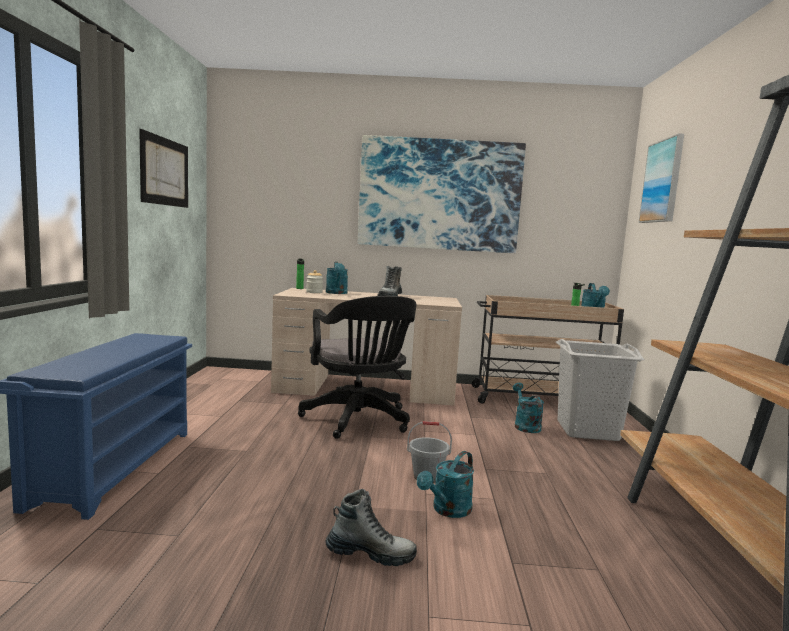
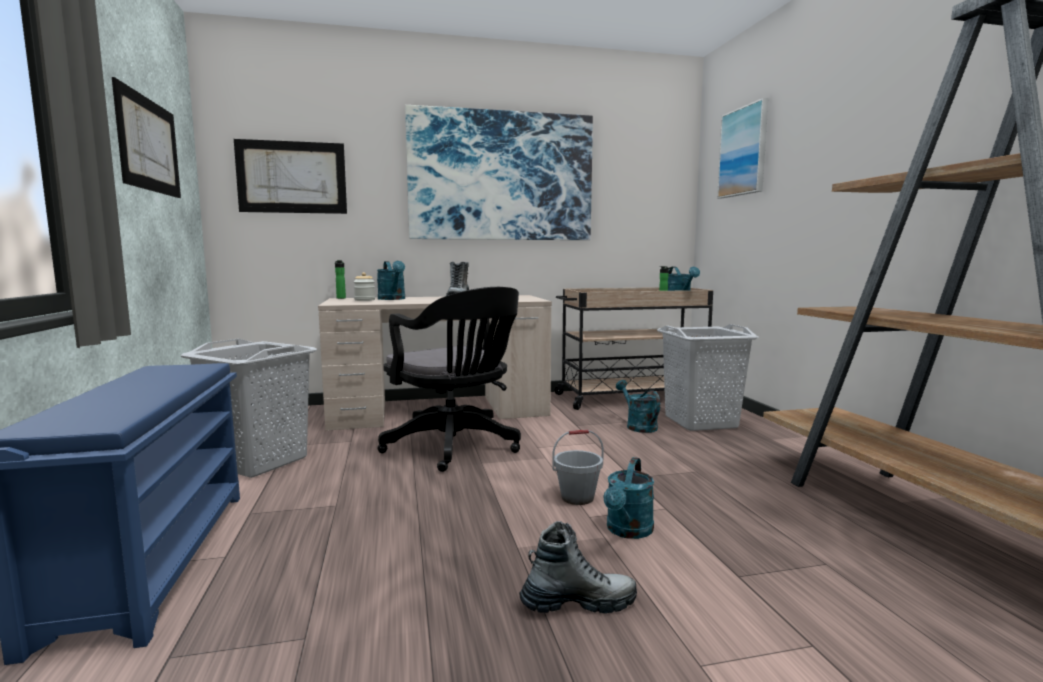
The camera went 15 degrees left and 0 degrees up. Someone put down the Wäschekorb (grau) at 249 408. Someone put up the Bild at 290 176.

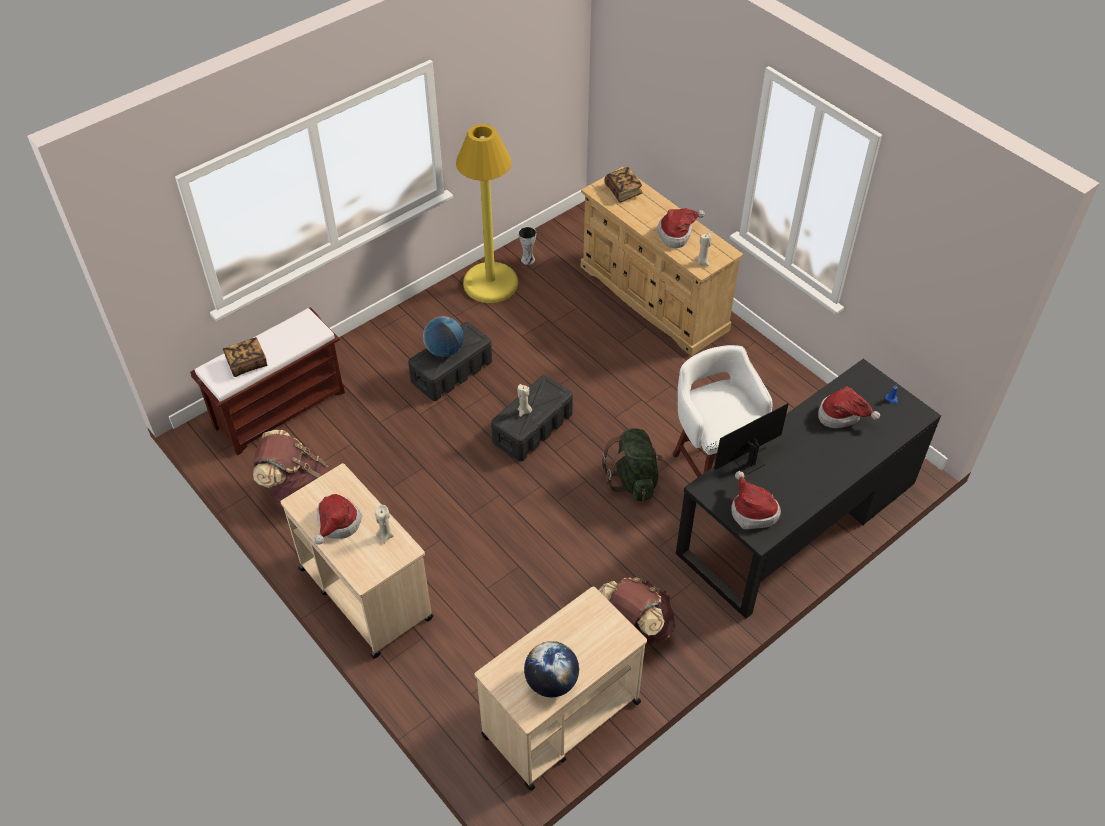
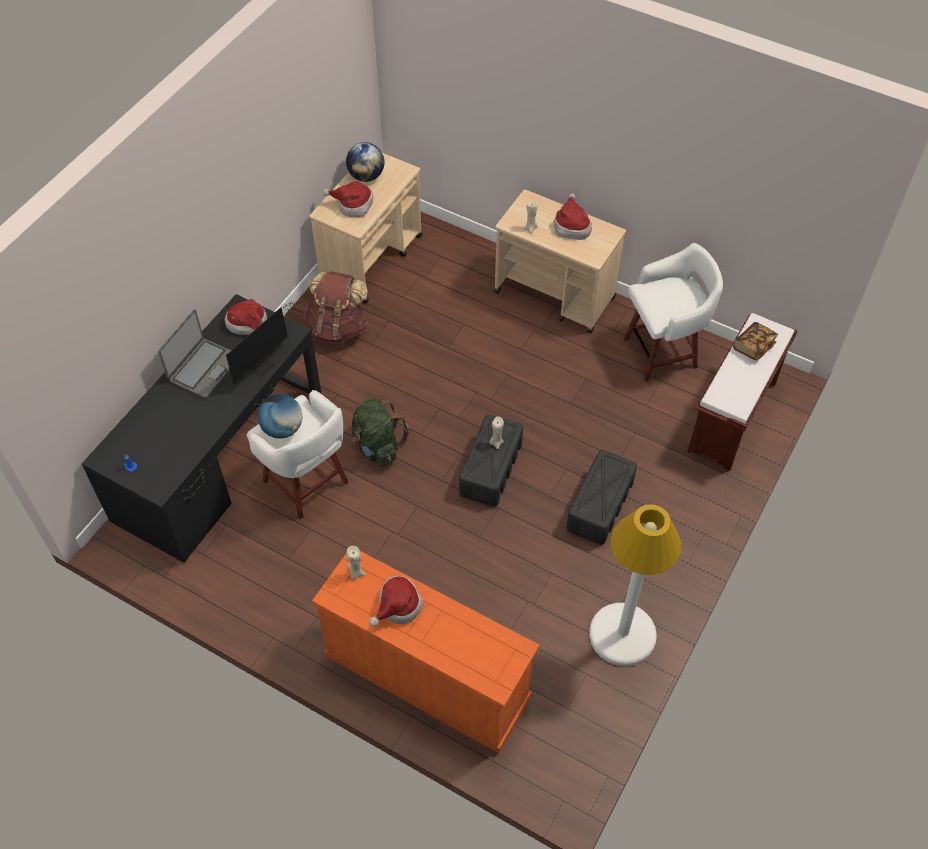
The camera went 160 degrees right and 5 degrees up. Someone swapped the Rucksack (braun) at 290 469 for the Hocker (weiß) at 673 312. Someone carried the Globus from 443 336 to 280 416. Someone repainted the Stehlampe (gelb) at 487 213, which became the Stehlampe (weiß) at 635 585. Someone took away the Vase at 527 246. Someone repainted the Kommode (beige) at 662 261, which became the Kommode (orange) at 426 652. Someone took away the Buch at 624 184. Someone carried the Hut from 849 407 to 347 199. Someone put down the Laptop at 194 354.

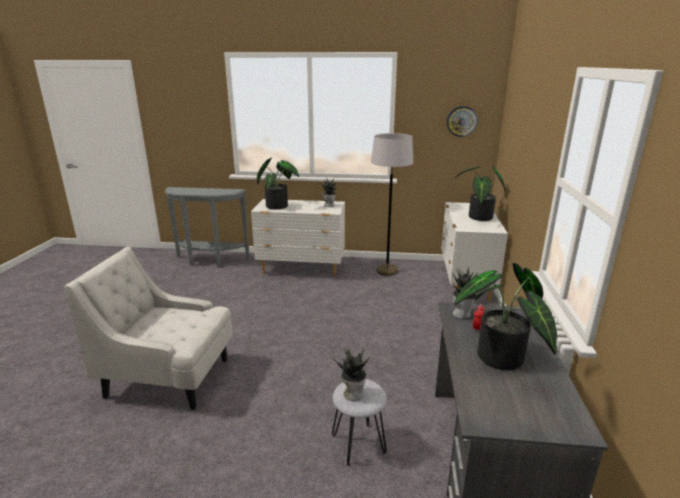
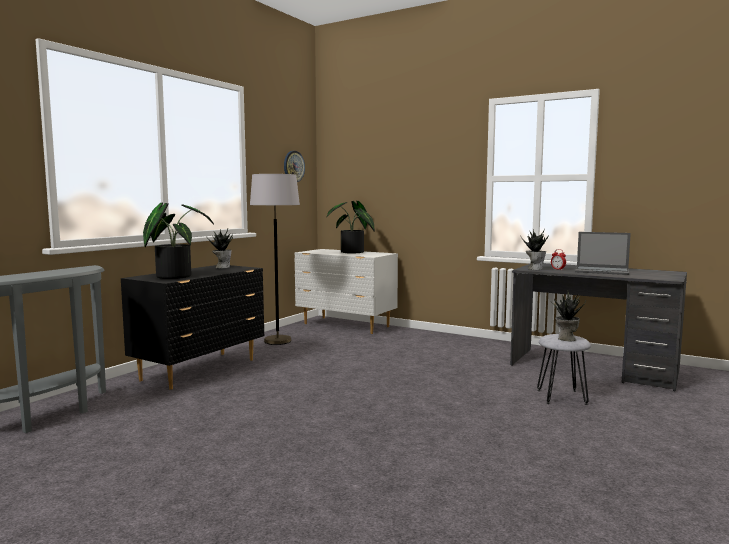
The camera went 65 degrees left and 15 degrees down. Someone took away the Sessel (weiß) at 148 328. Someone repainted the Kommode (weiß) at 298 238, which became the Kommode (schwarz) at 193 327. Someone swapped the Topfpflanze at 505 316 for the Laptop at 603 253.

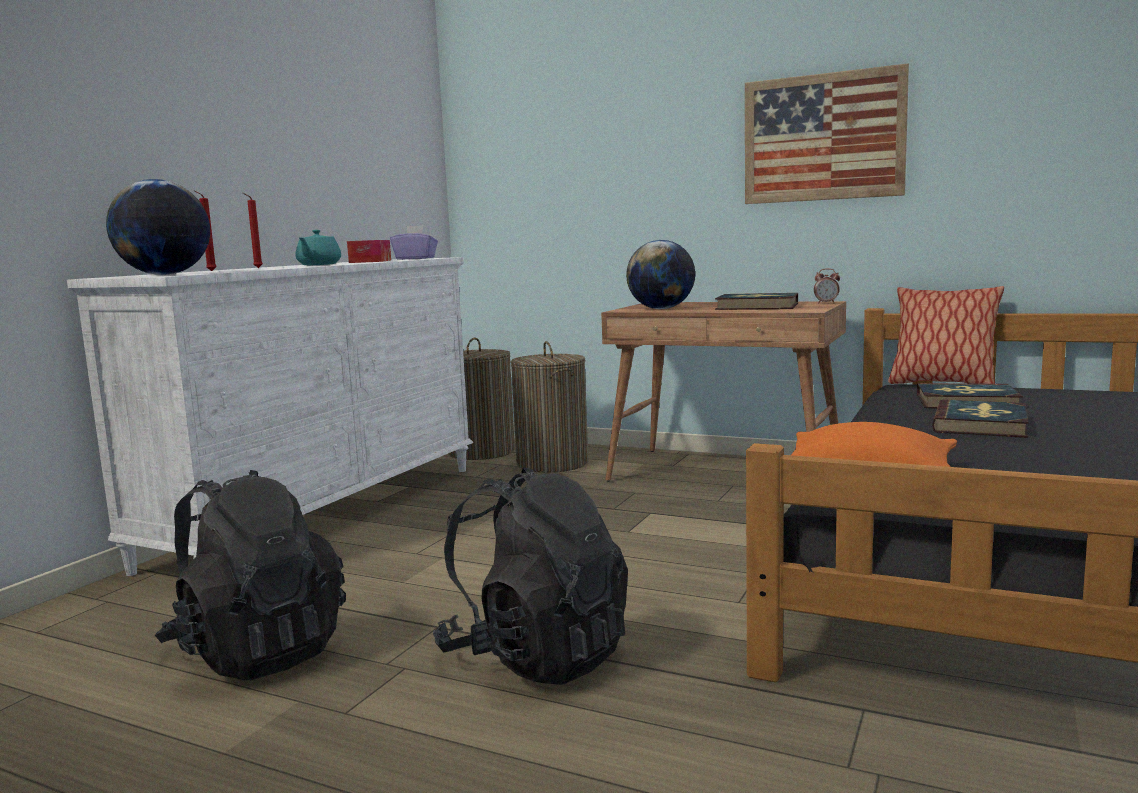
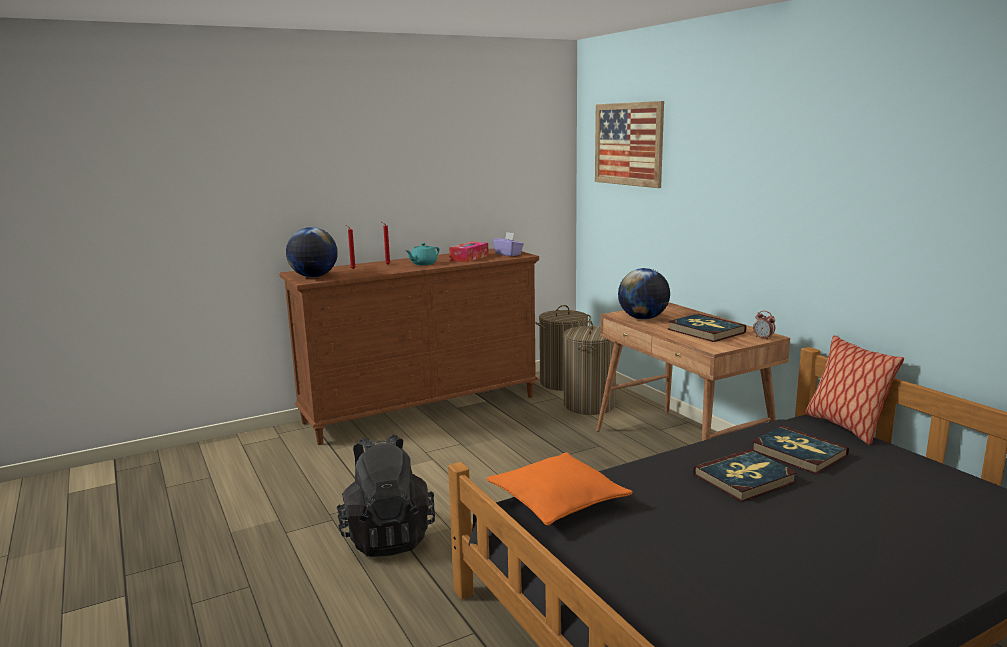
The camera went 35 degrees right and 5 degrees up. Someone repainted the Kommode (weiß) at 270 416, which became the Kommode (braun) at 409 346. Someone took away the Rucksack (schwarz) at 250 575. Someone carried the Bild from 827 134 to 629 144.

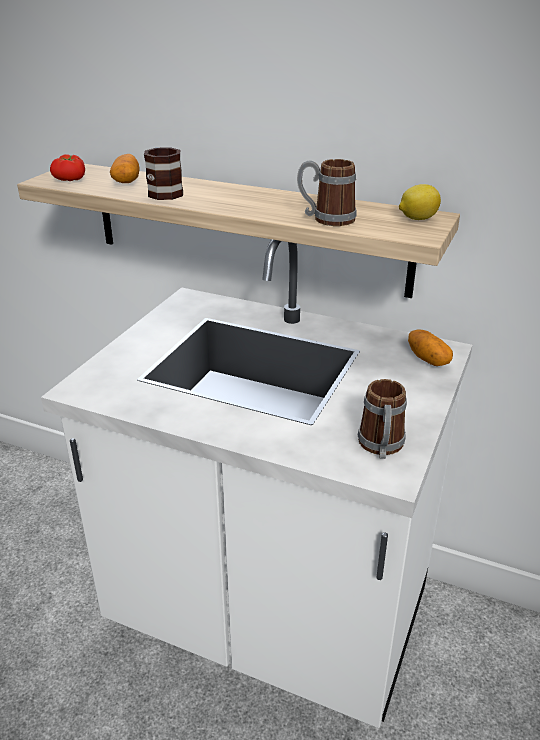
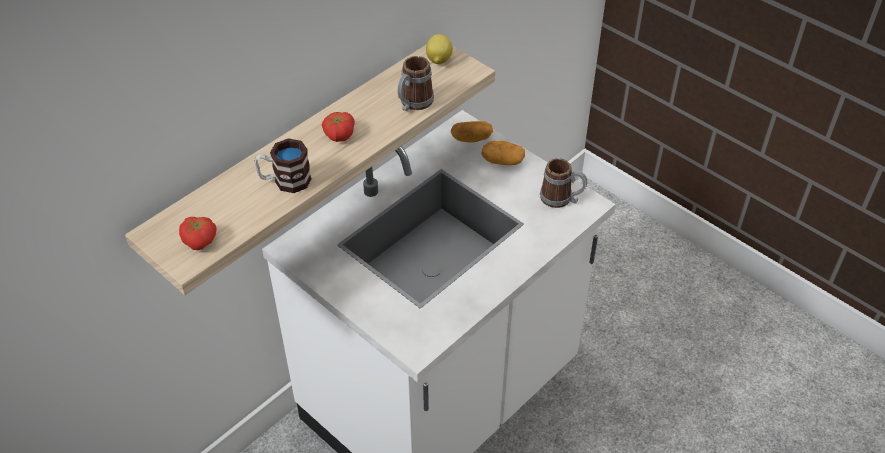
The camera went 70 degrees left and 15 degrees up. Someone carried the Kartoffel from 125 168 to 503 153. Someone put down the Tomate at 338 127.

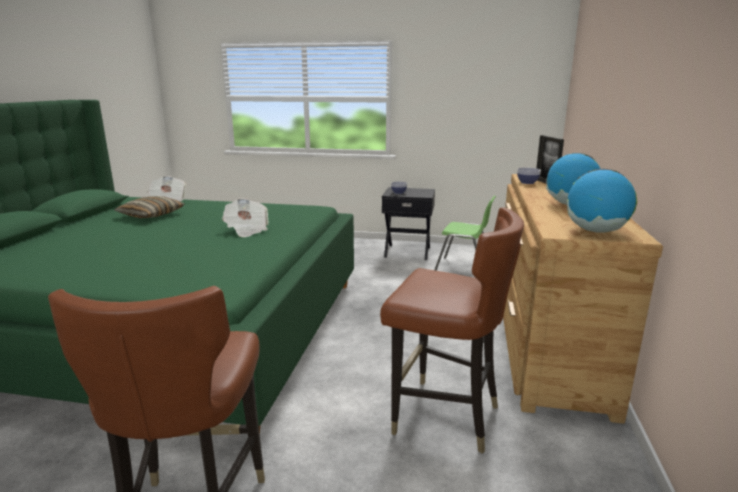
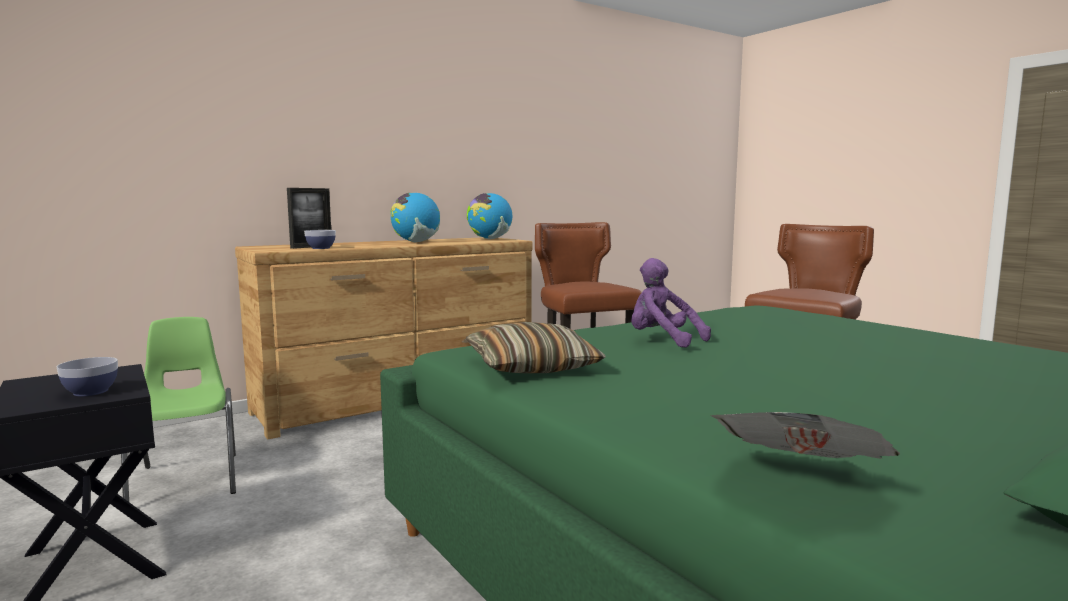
The camera went 135 degrees left and 10 degrees down. Someone carried the Kissen from 149 207 to 536 347. Someone swapped the Zeitung at 245 217 for the Plüschtier (lila) at 671 303.

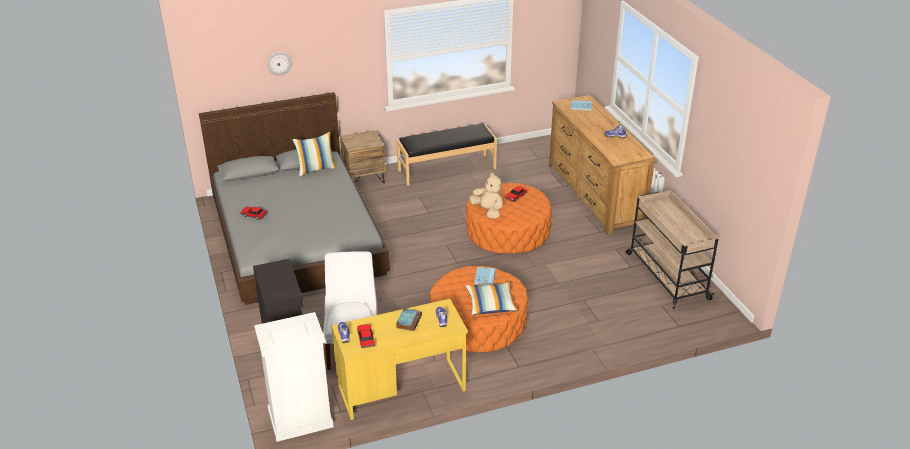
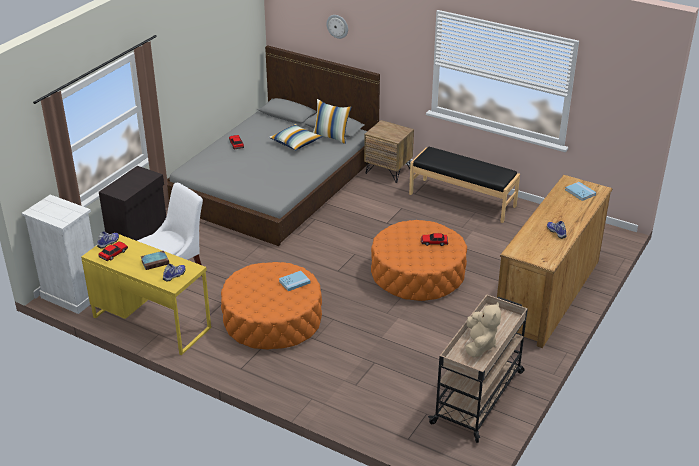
The camera went 50 degrees right and 0 degrees up. Someone carried the Kissen from 492 298 to 296 137. Someone carried the Plüschtier (beige) from 486 196 to 483 330.

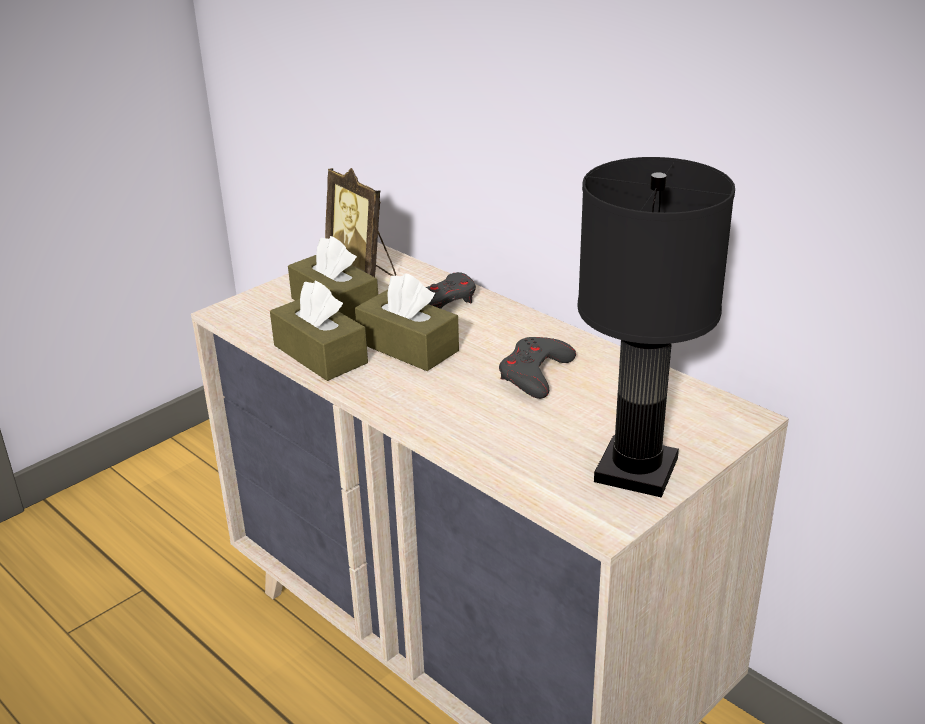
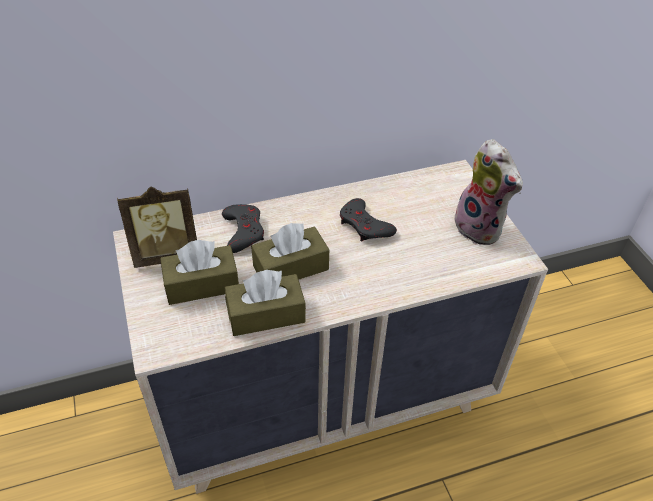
The camera went 65 degrees left and 15 degrees up. Someone swapped the Tischlampe (schwarz) at 656 327 for the Plüschtier at 489 192.

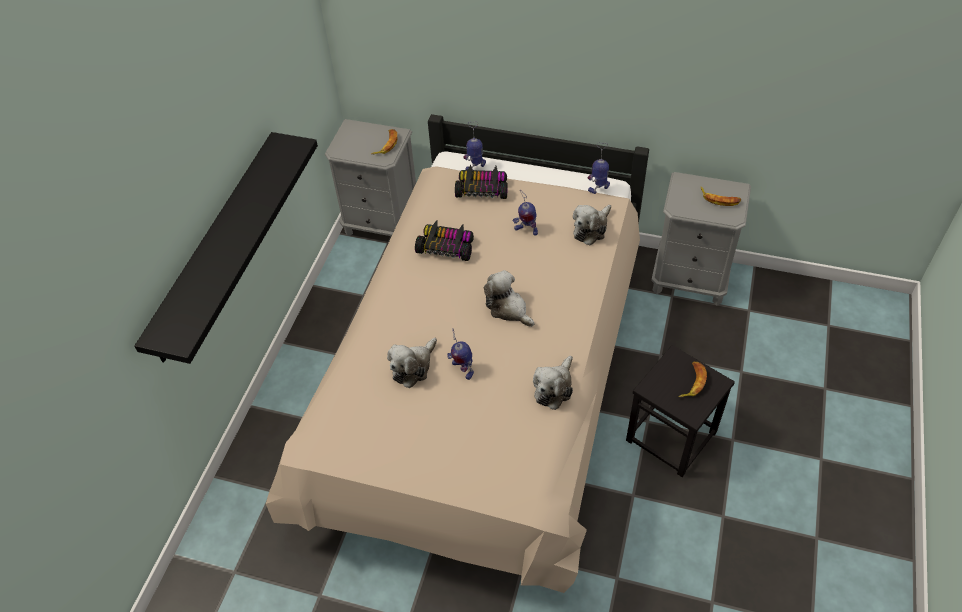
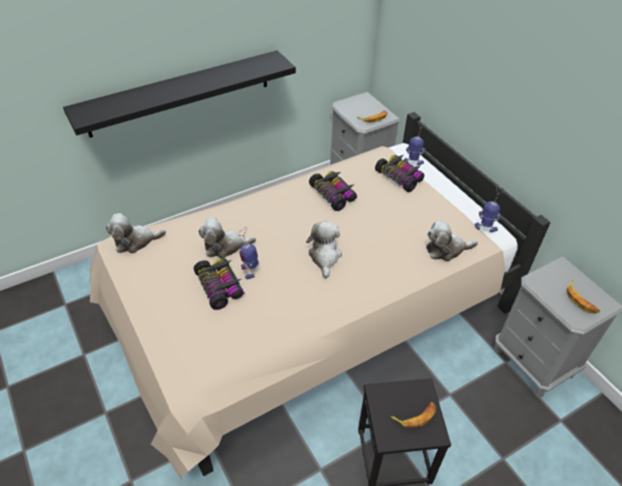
The camera went 40 degrees right and 5 degrees down. Someone took away the Spielzeugroboter at 525 213. Someone carried the Plüschtier from 553 383 to 136 233. Someone put down the Spielzeugauto at 219 284.

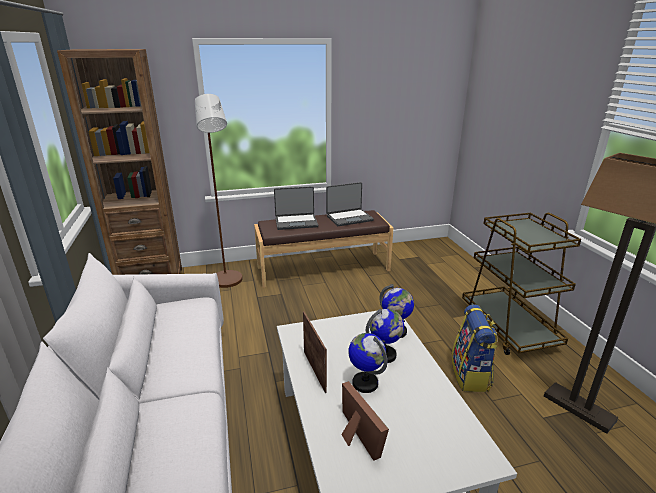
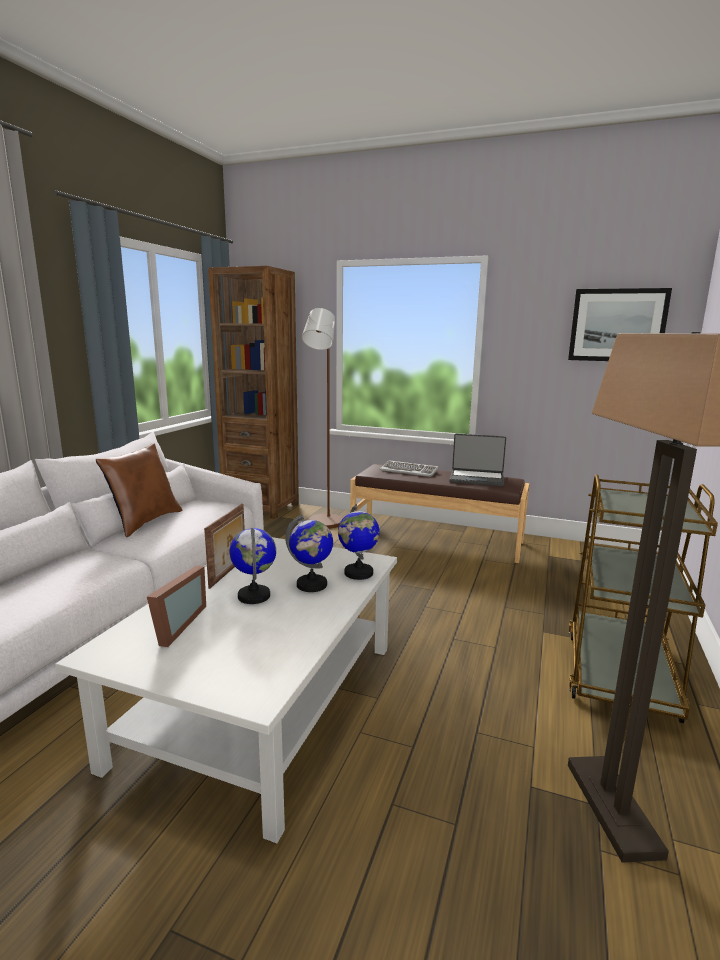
The camera went 35 degrees right and 10 degrees down. Someone swapped the Laptop at 296 208 for the Tastatur at 409 468. Someone took away the Rucksack at 475 348. Someone put down the Kissen (braun) at 139 490. Someone put up the Bild at 620 324.

